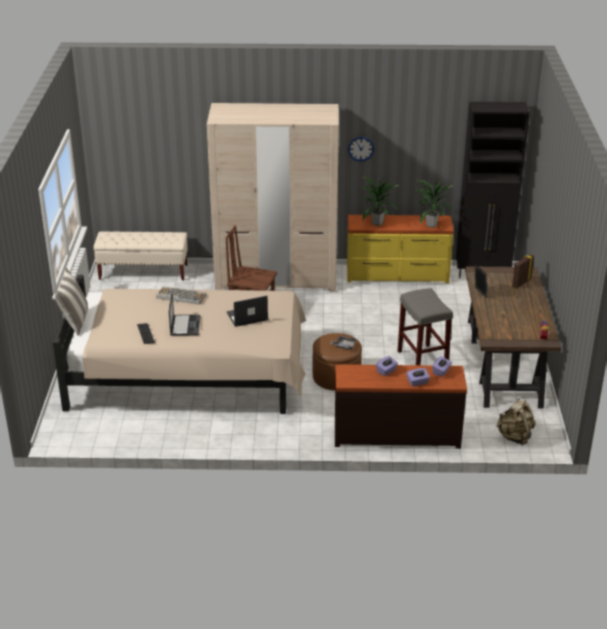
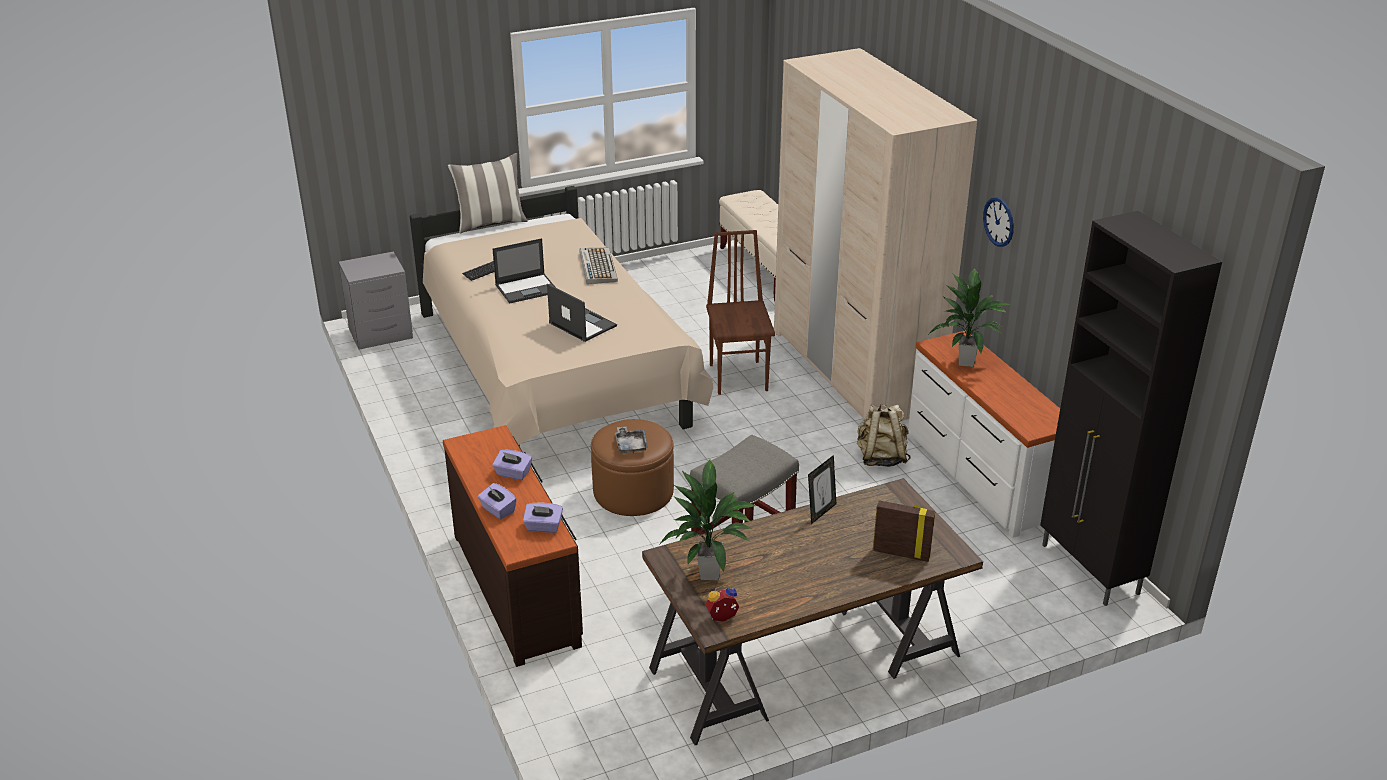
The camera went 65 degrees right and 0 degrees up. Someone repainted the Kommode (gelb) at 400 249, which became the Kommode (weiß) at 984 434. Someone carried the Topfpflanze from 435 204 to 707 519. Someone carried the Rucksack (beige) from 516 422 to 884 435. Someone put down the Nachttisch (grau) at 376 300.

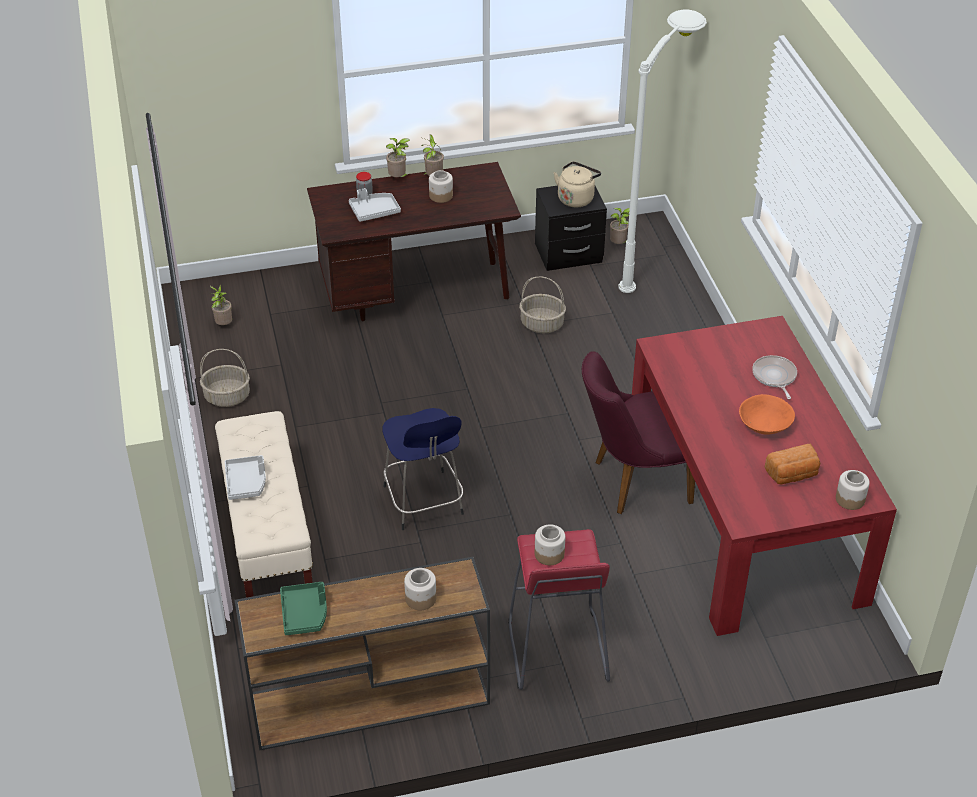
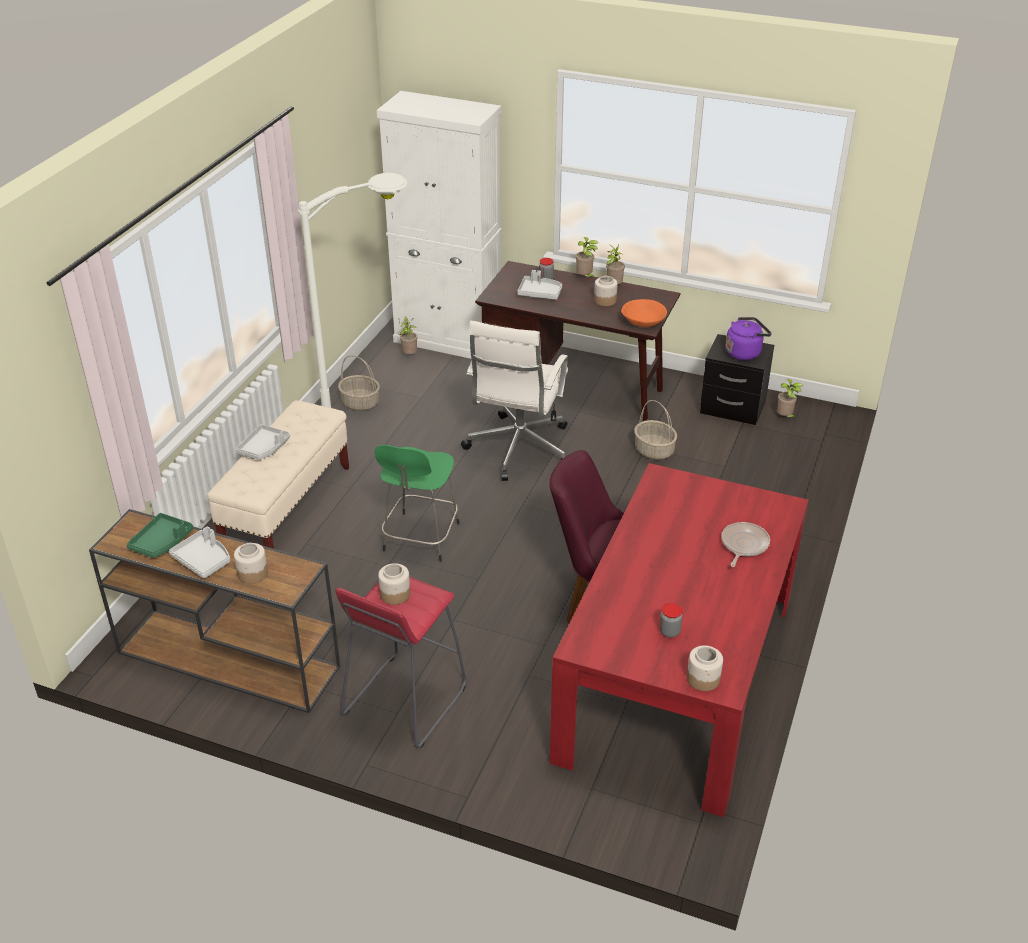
The camera went 35 degrees right and 5 degrees down. Someone repainted the Hocker (blau) at 423 469, which became the Hocker (grün) at 417 503. Someone repainted the Wasserkessel (beige) at 577 184, which became the Wasserkessel (lila) at 749 338. Someone carried the Stehlampe (weiß) from 662 151 to 353 290. Someone carried the Schüssel (orange) from 767 414 to 644 313. Someone swapped the Brot at 792 464 for the Vorratsglas at 671 620. Someone put down the Tablett (grau) at 199 553. Someone put down the Schrank (weiß) at 439 225. Someone put down the Bürostuhl (weiß) at 514 401.

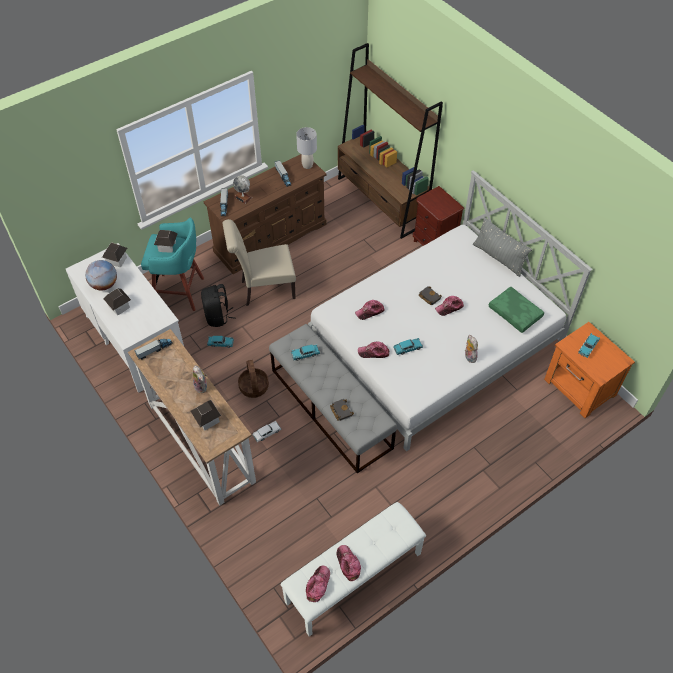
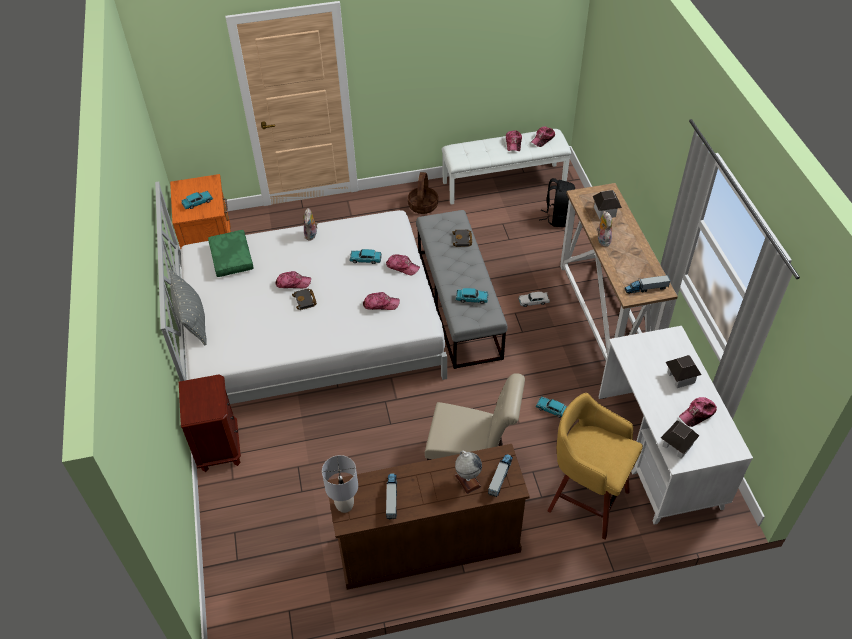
The camera went 155 degrees left and 5 degrees down. Someone swapped the Globus at 101 275 for the Kappe at 698 412. Someone repainted the Hocker (türkis) at 172 264, which became the Hocker (gelb) at 595 466. Someone took away the Spielzeughaus at 166 241. Someone carried the Rucksack (schwarz) from 218 305 to 557 202. Someone carried the Korb from 253 379 to 423 193. Someone took away the Bücherregal (braun) at 390 141.

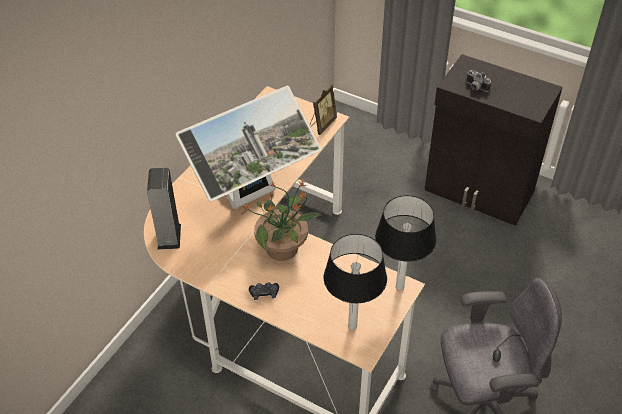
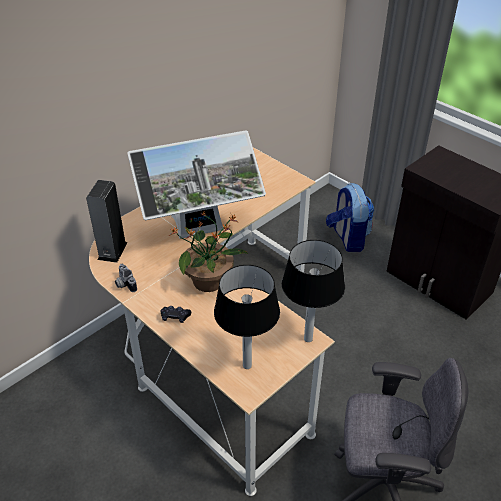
The camera went 15 degrees right and 5 degrees down. Someone took away the Bilderrahmen at 323 110. Someone carried the Kamera from 478 81 to 126 278. Someone put down the Rucksack at 350 217.

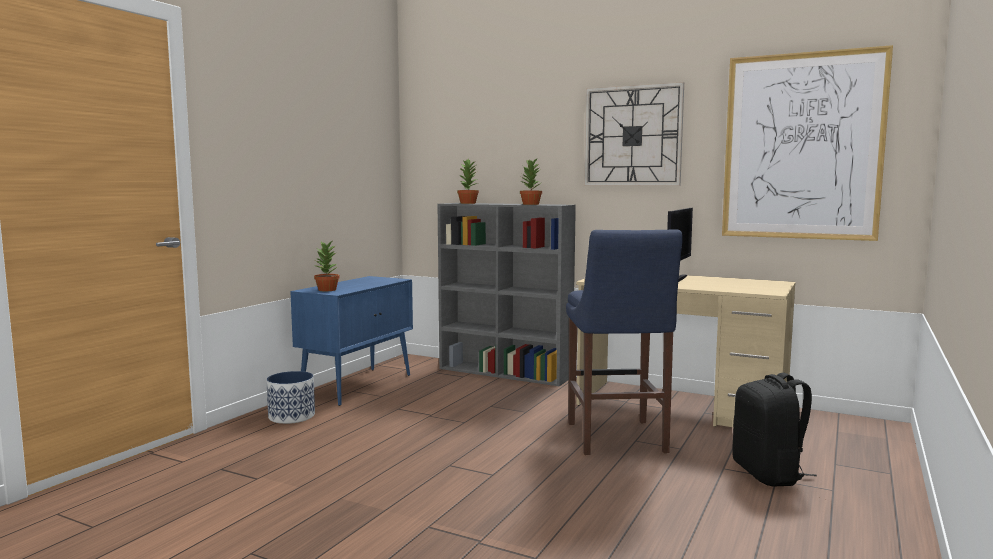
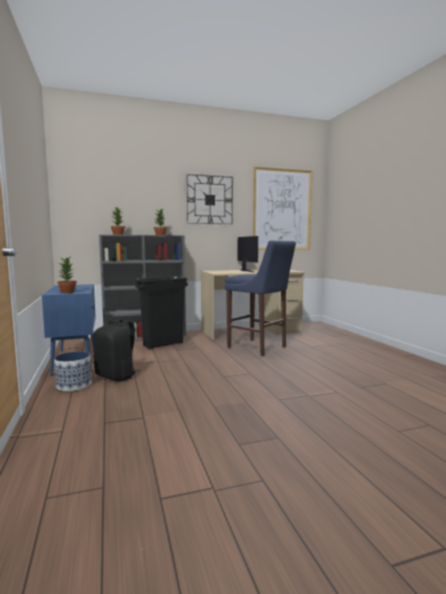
The camera went 45 degrees left and 0 degrees up. Someone carried the Rucksack (schwarz) from 774 430 to 117 350. Someone put down the Mülleimer (schwarz) at 161 312.

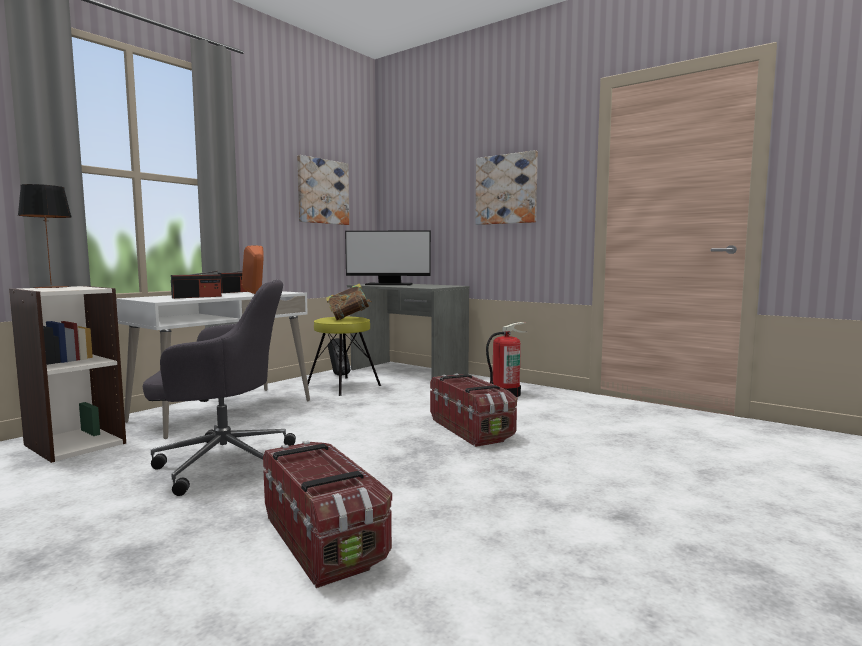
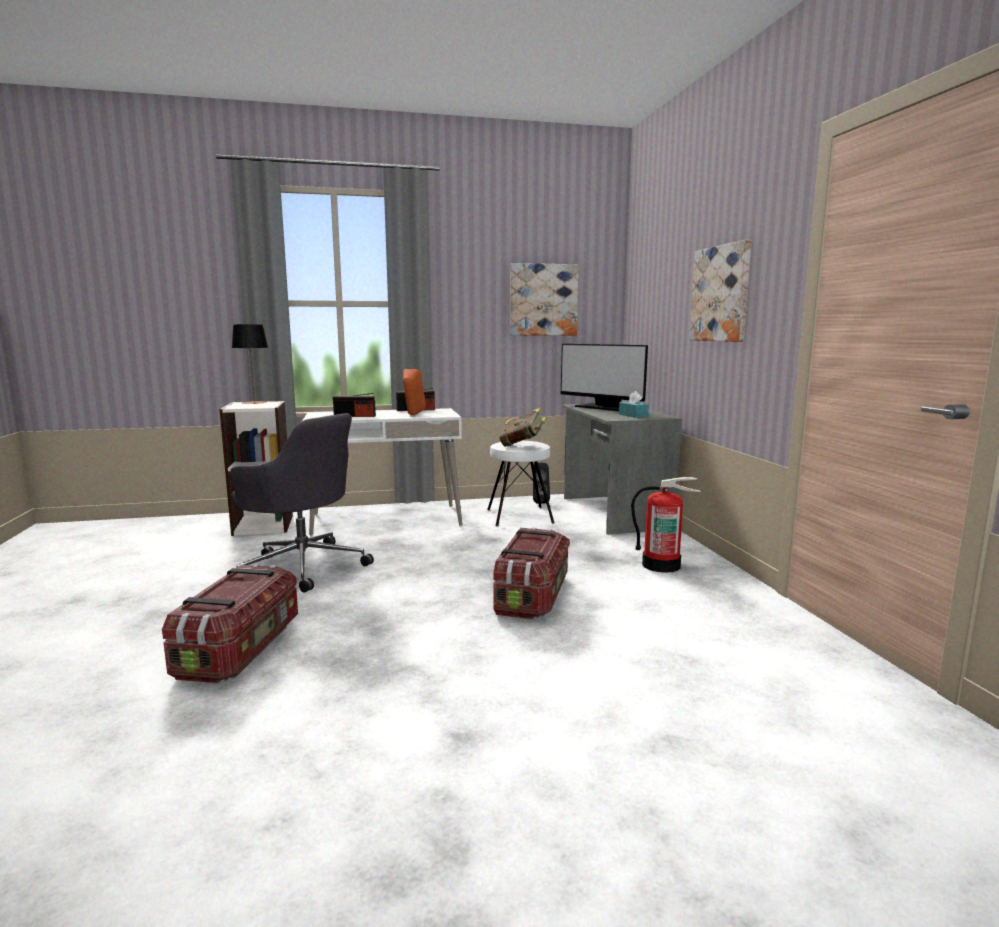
The camera went 40 degrees right and 5 degrees up. Someone repainted the Hocker (gelb) at 344 356, which became the Hocker (weiß) at 520 483. Someone put down the Taschentuchbox (türkis) at 634 404.

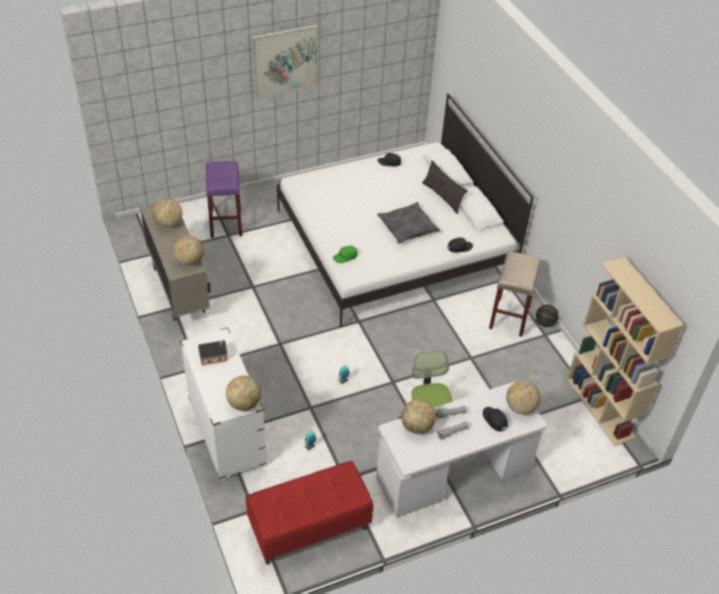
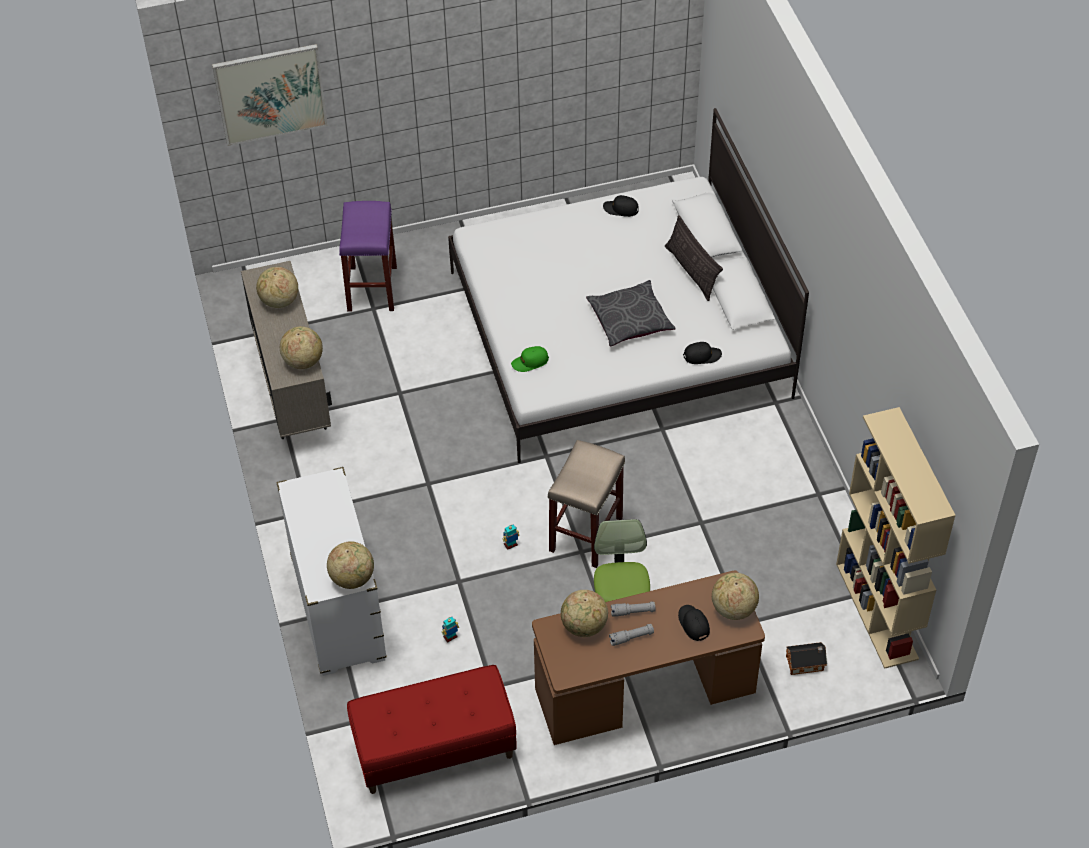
The camera went 10 degrees right and 5 degrees up. Someone carried the Spielzeughaus from 213 352 to 806 658. Someone carried the Bild from 285 61 to 270 95. Someone repainted the Schreibtisch (weiß) at 461 449, which became the Schreibtisch (braun) at 648 657. Someone carried the Hocker (beige) from 515 294 to 586 504. Someone took away the Basketball at 547 316.

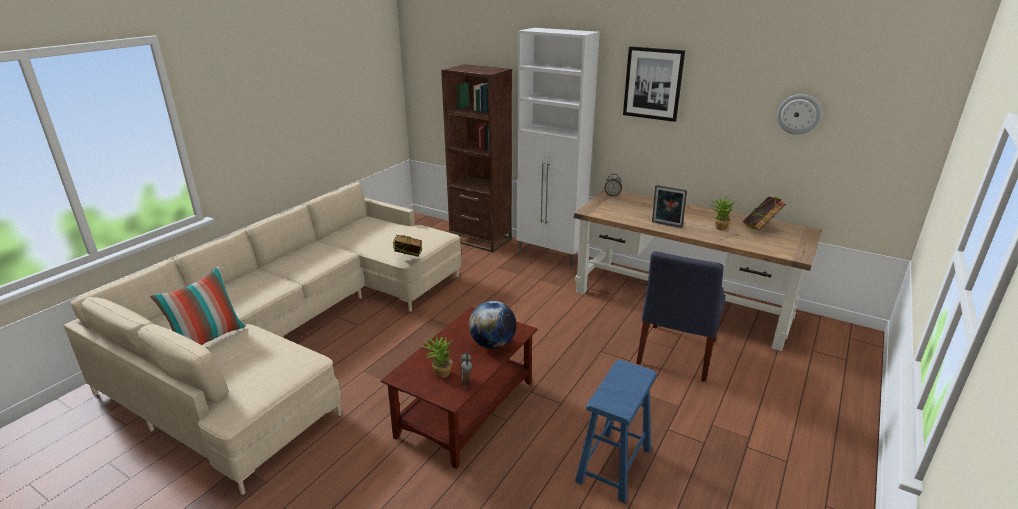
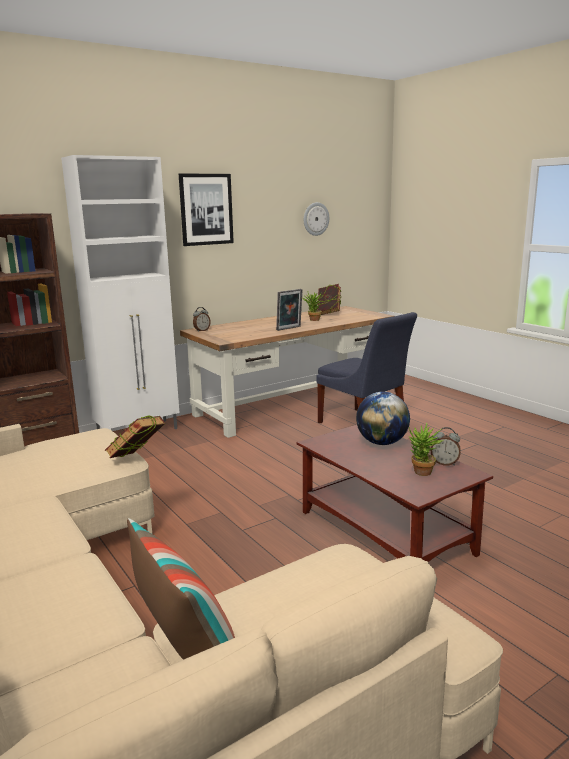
The camera went 65 degrees left and 10 degrees down. Someone took away the Hocker (blau) at 616 431.

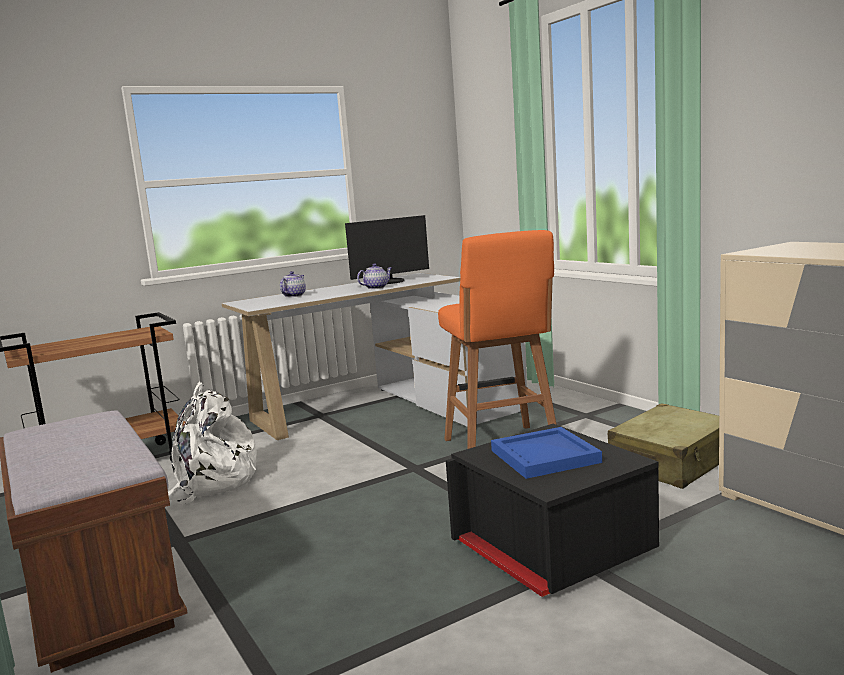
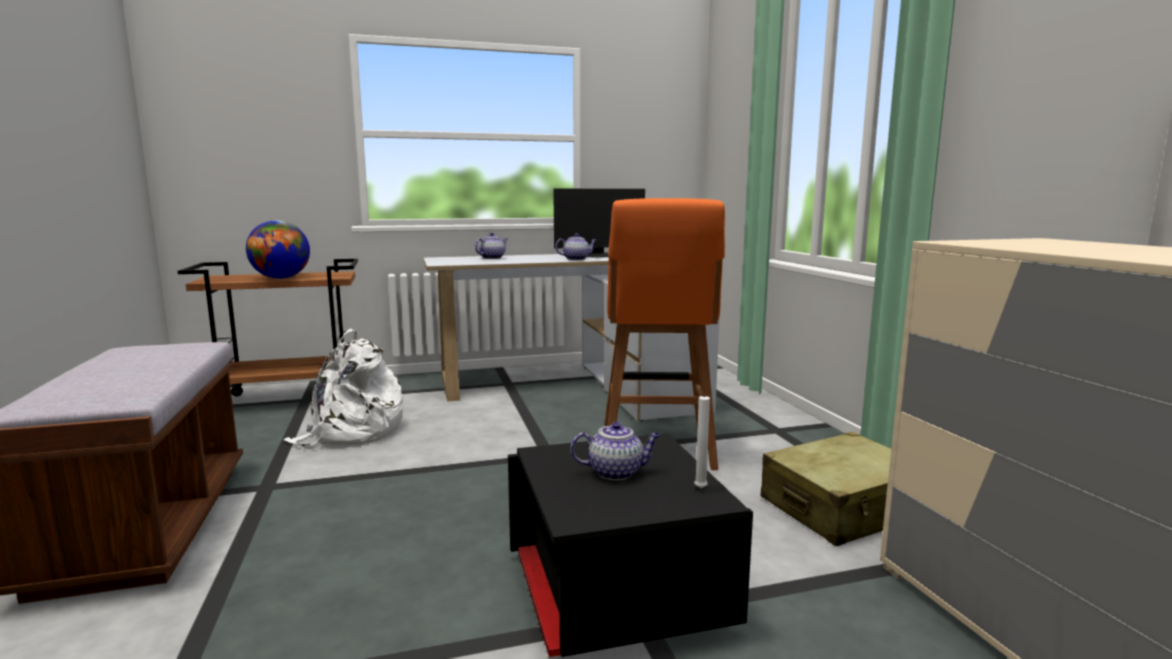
The camera went 15 degrees right and 0 degrees up. Someone swapped the Tablett (blau) at 546 453 for the Teekanne at 615 451. Someone put down the Globus at 278 249. Someone put down the Kerze (weiß) at 702 437.

